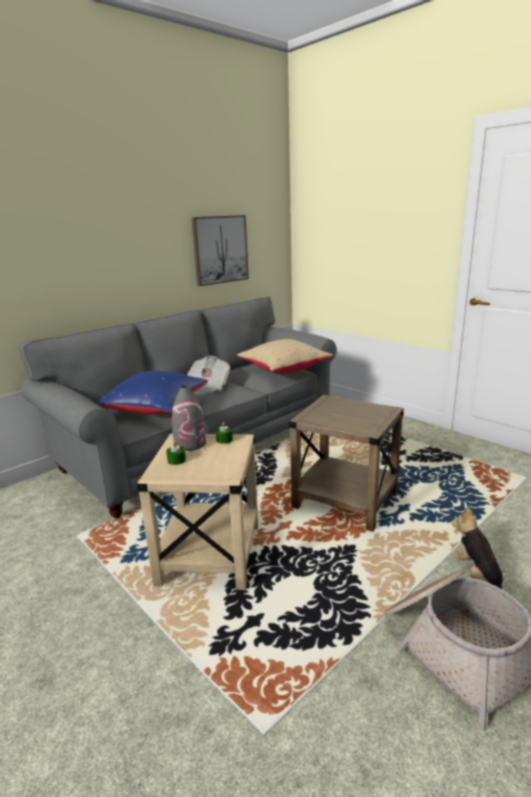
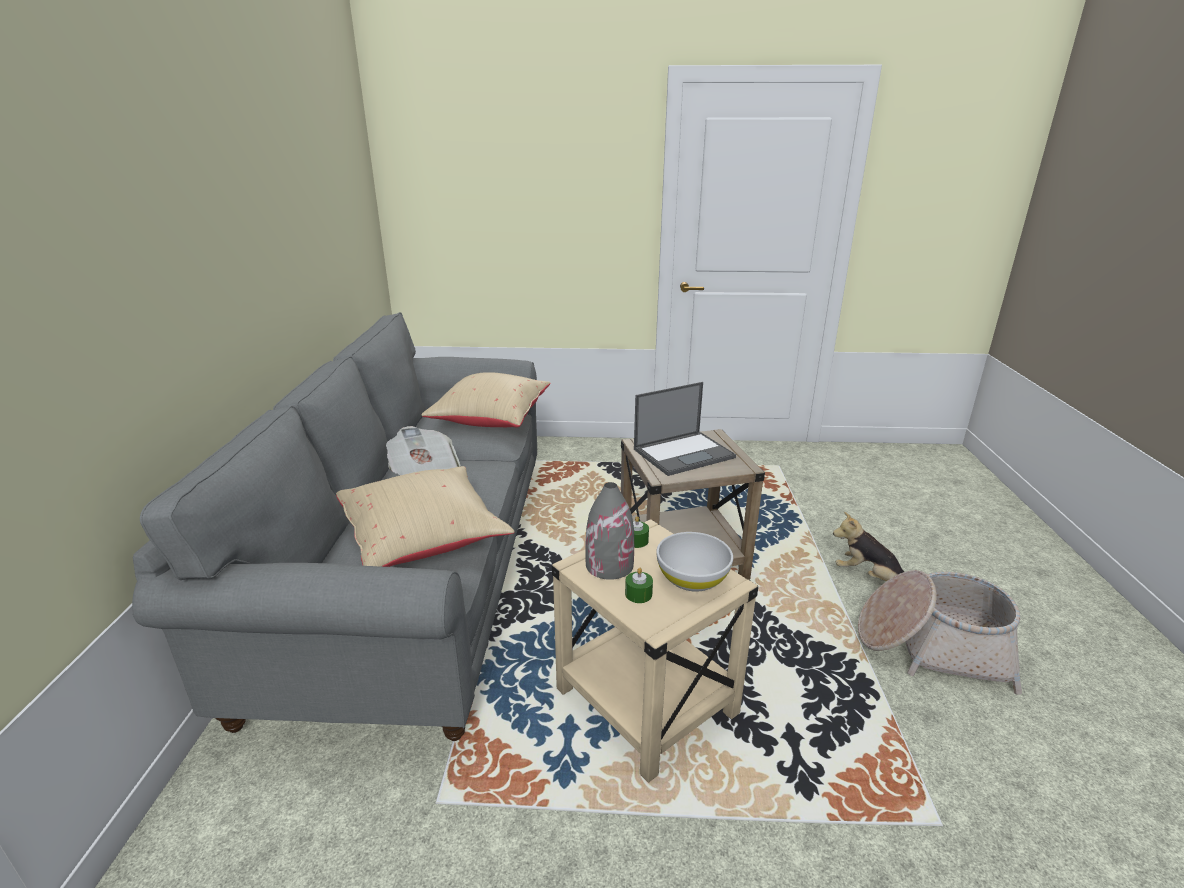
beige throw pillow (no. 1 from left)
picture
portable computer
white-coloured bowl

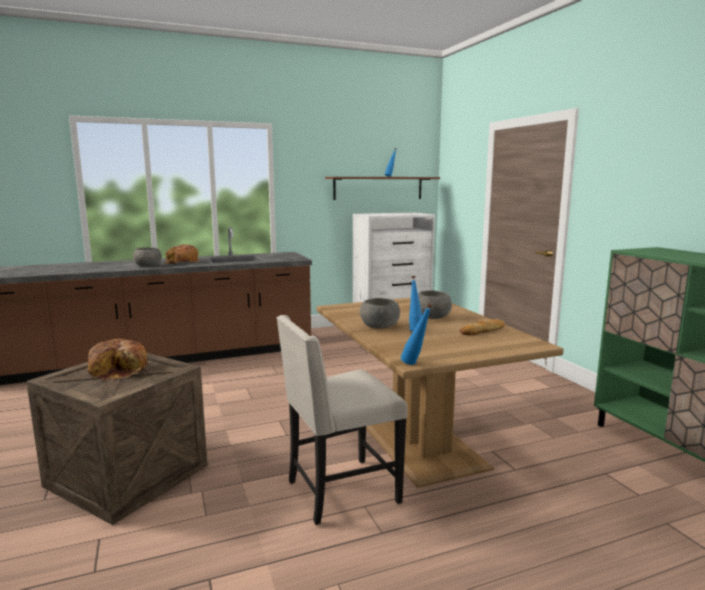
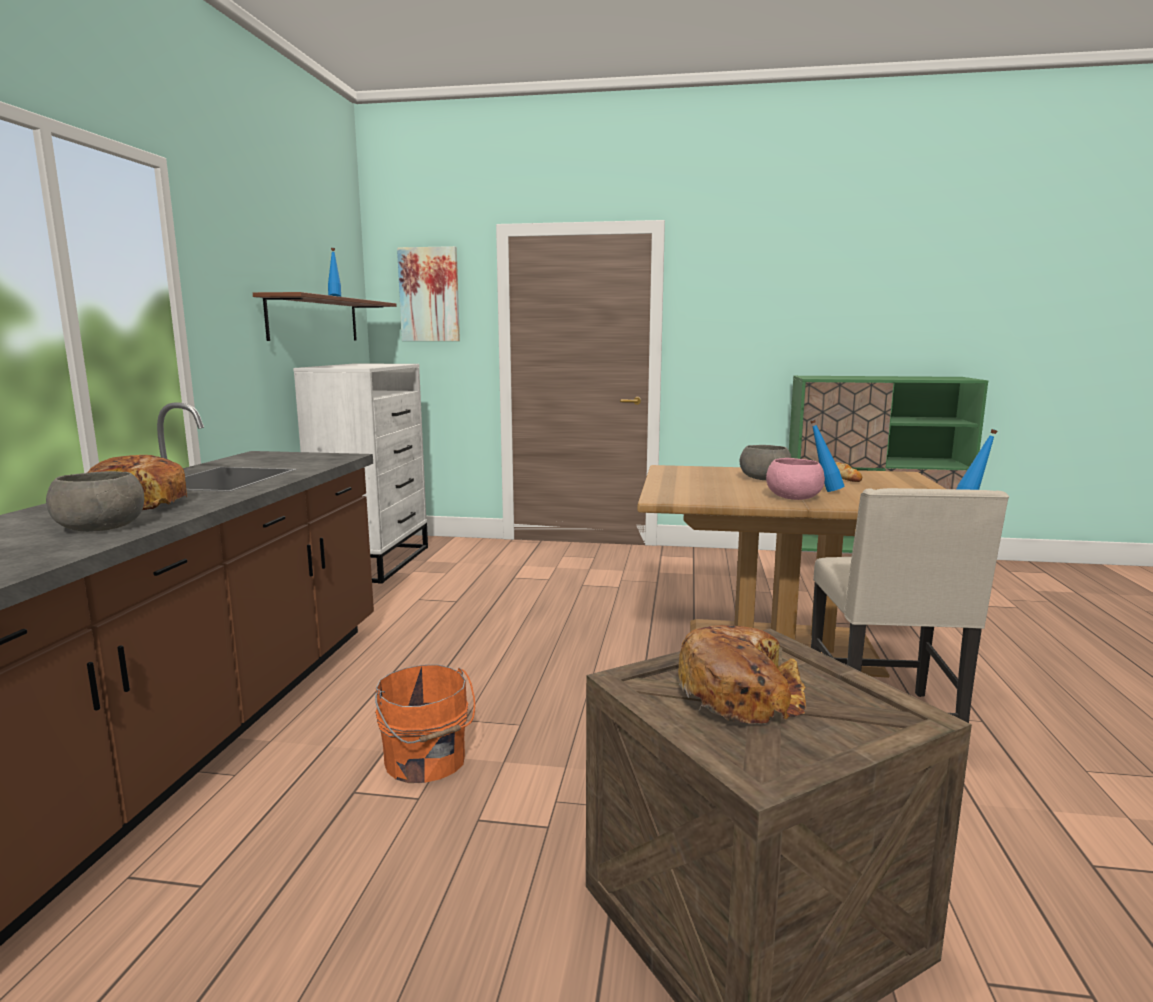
pink bowl
orangey water bucket
picture

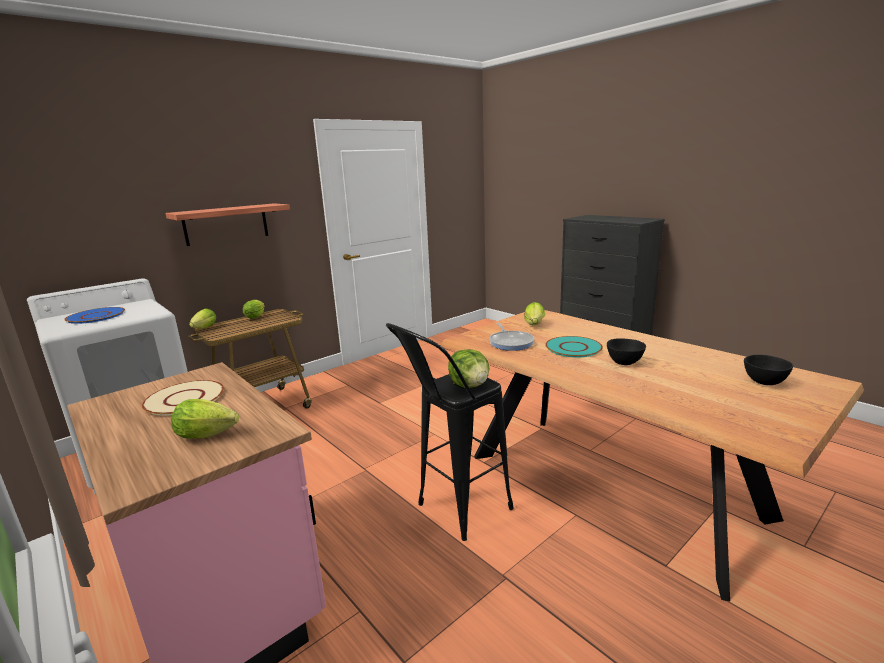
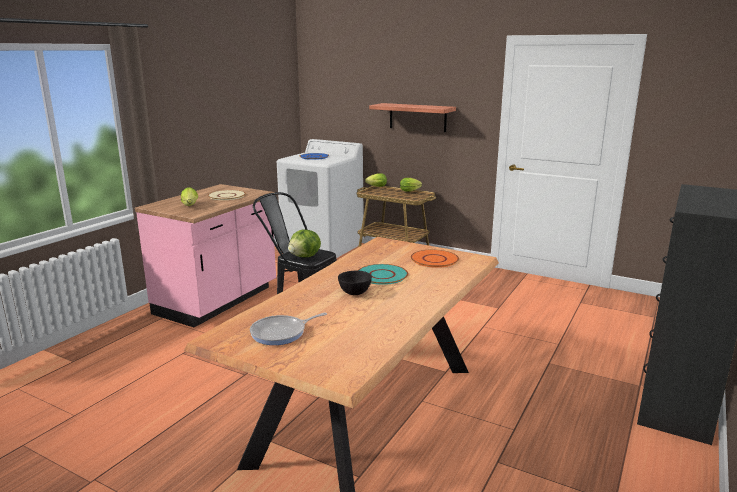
pan
orangey dinner plate
black-coloured bowl (no. 2 from left in the first image)

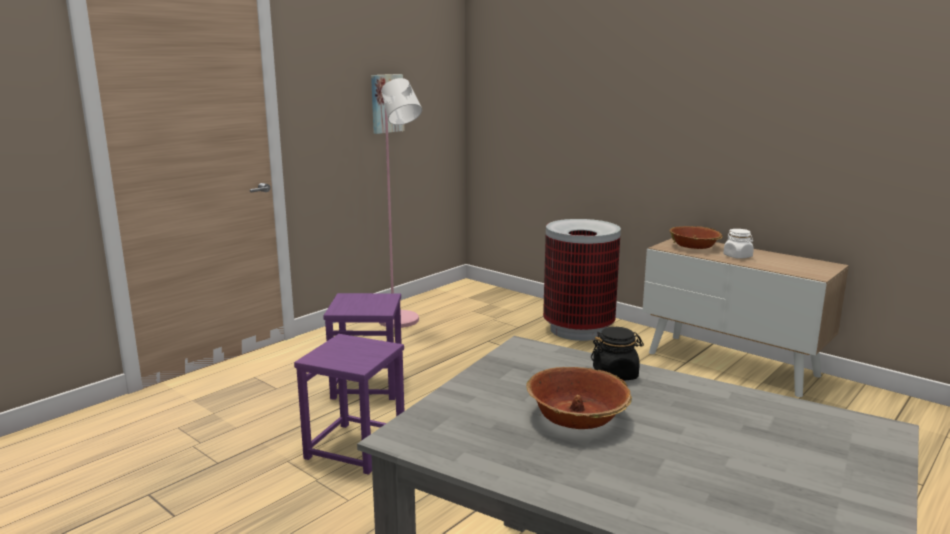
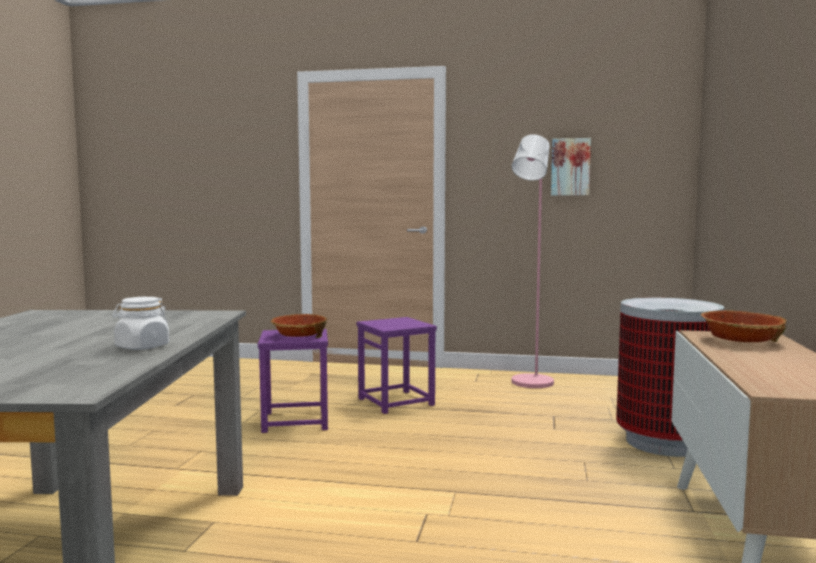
bowl (no. 1 from left)
black-coloured jar
white-coloured jar

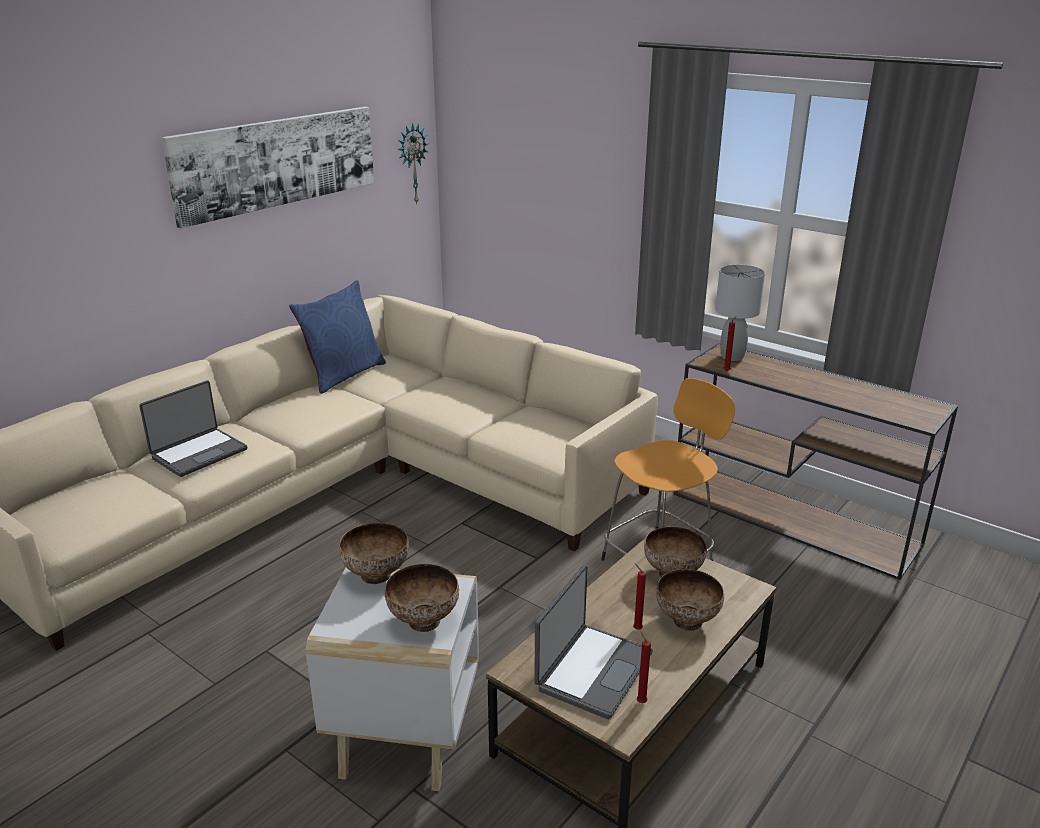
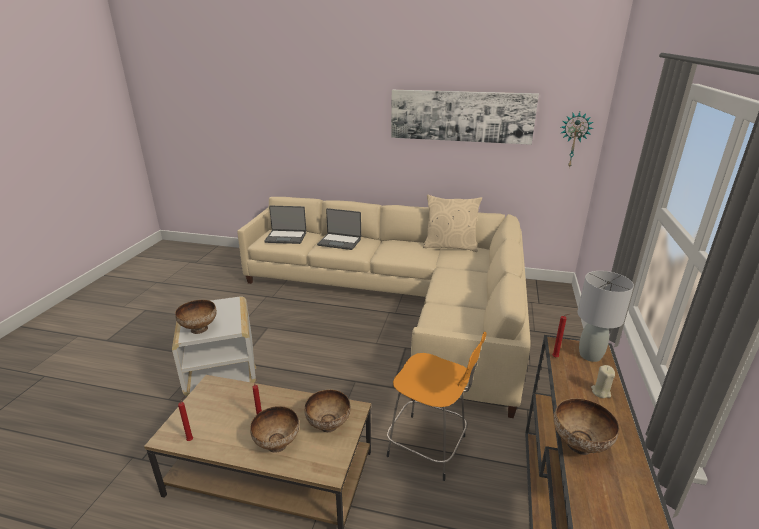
beige throw pillow
bowl (no. 4 from left)
portable computer (no. 1 from left)
beige wax candle

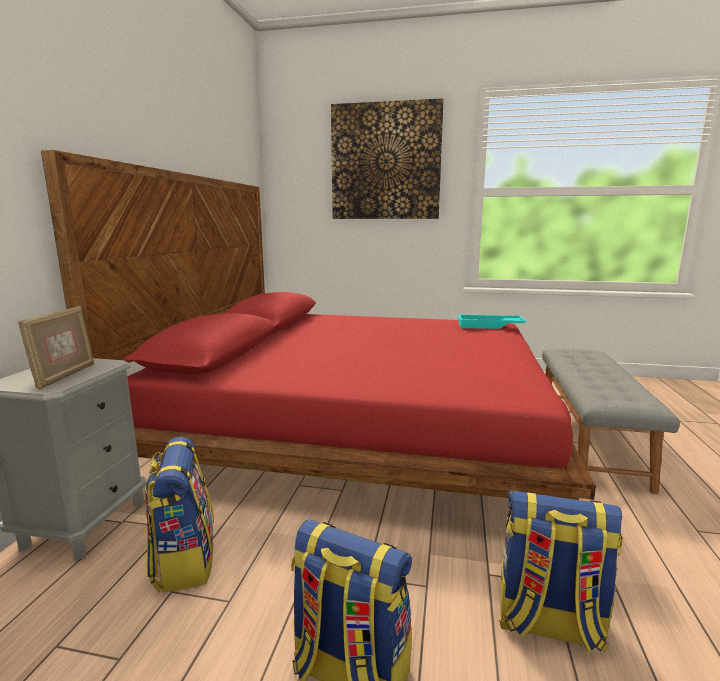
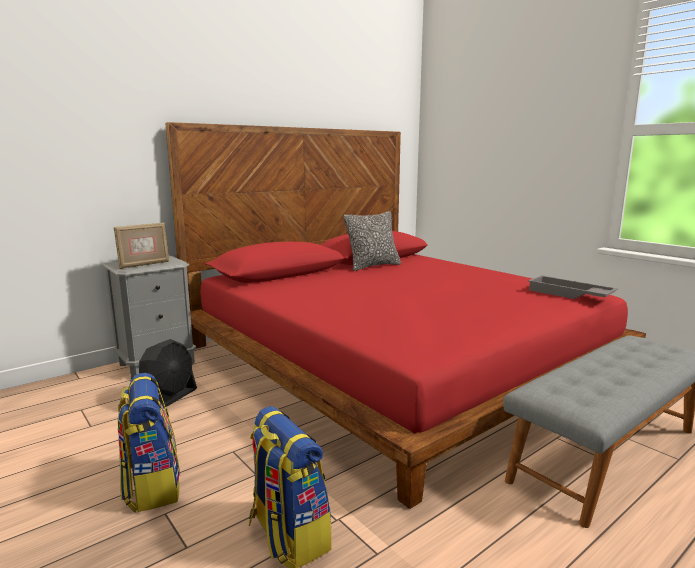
black-coloured cooling fan
picture
grey serving tray
throw pillow

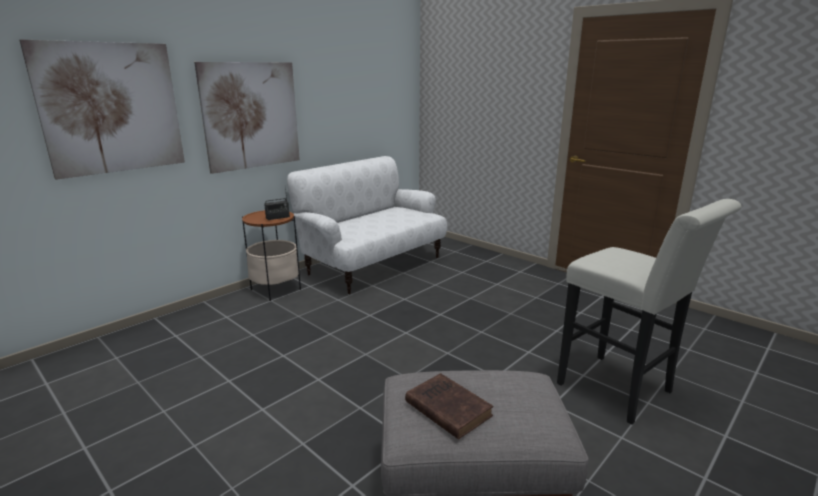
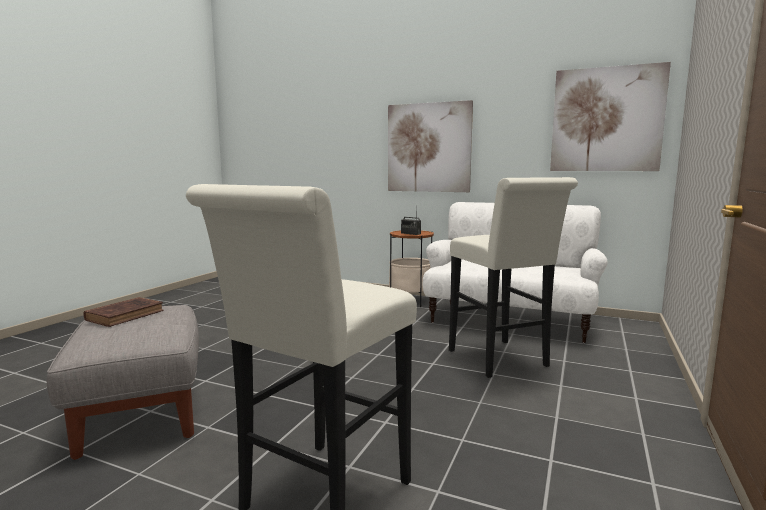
picture (no. 2 from left)
white-coloured sitting stool (no. 2 from left)

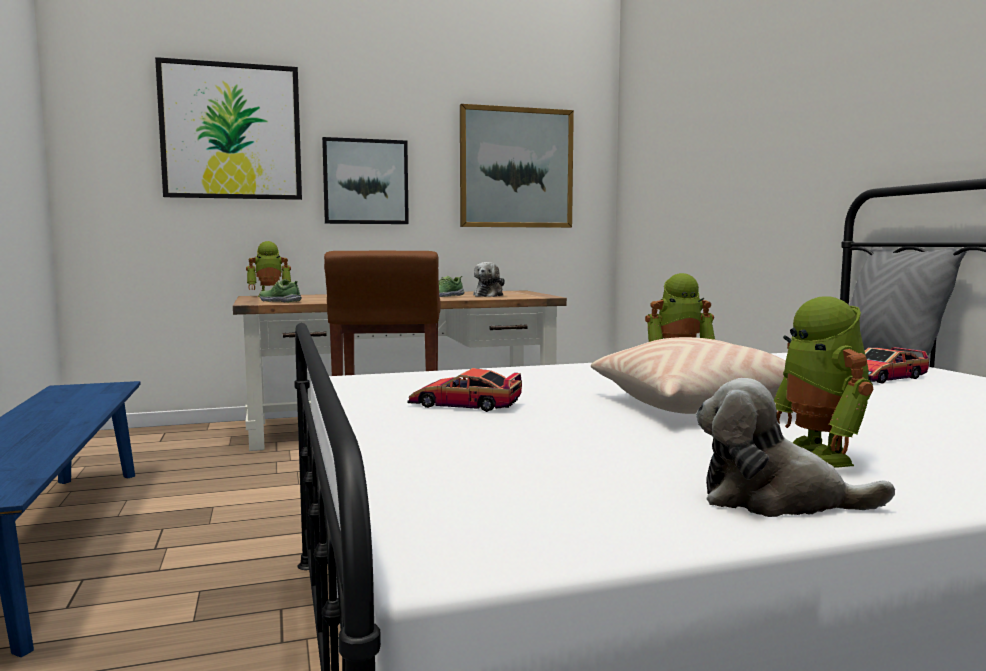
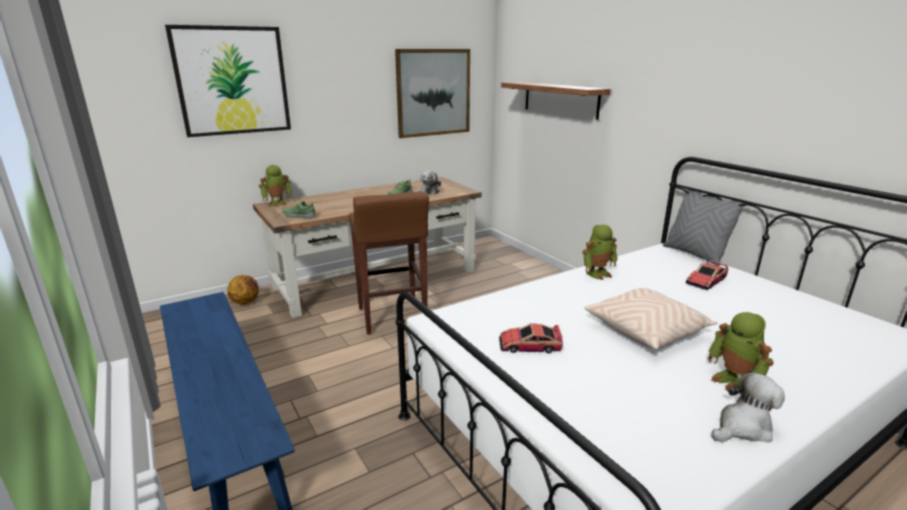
picture (no. 2 from left in the first image)
cuddly toy (no. 2 from left)
ball for basketball
bracket shelf

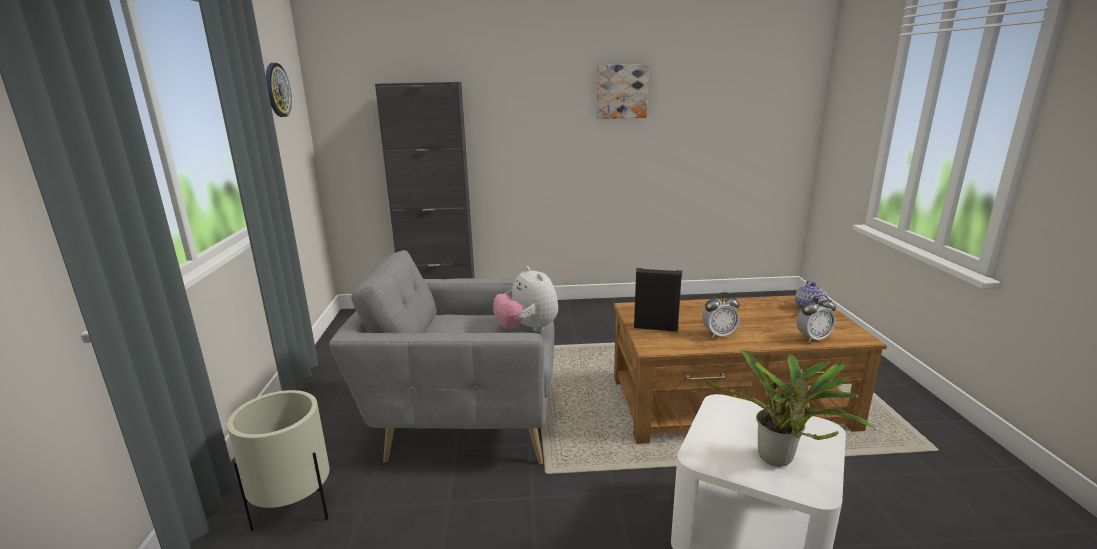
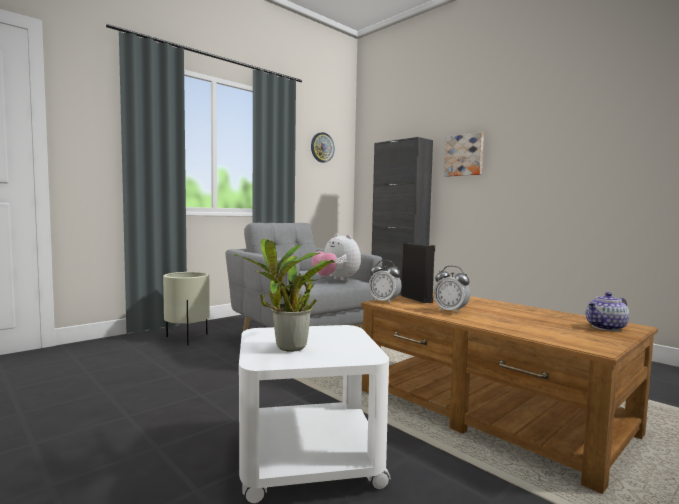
cuddly toy
picture
alarm clock (no. 1 from left)

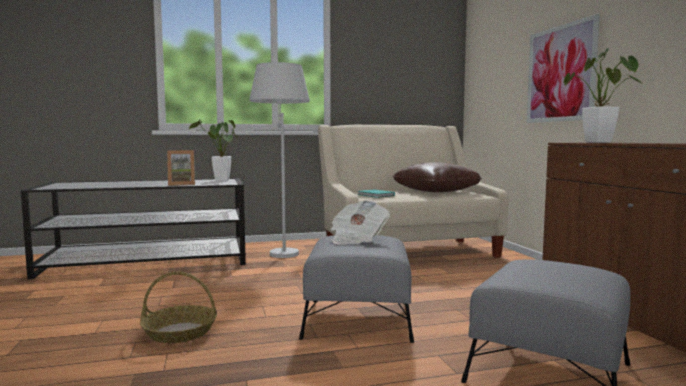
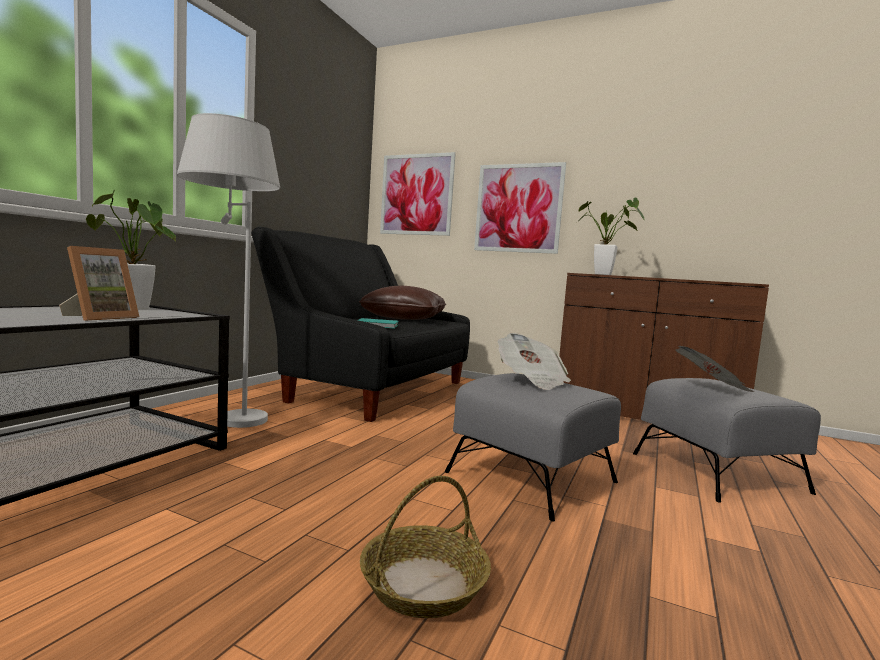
black-coloured sofa
picture (no. 1 from left)
newspaper (no. 2 from left)

